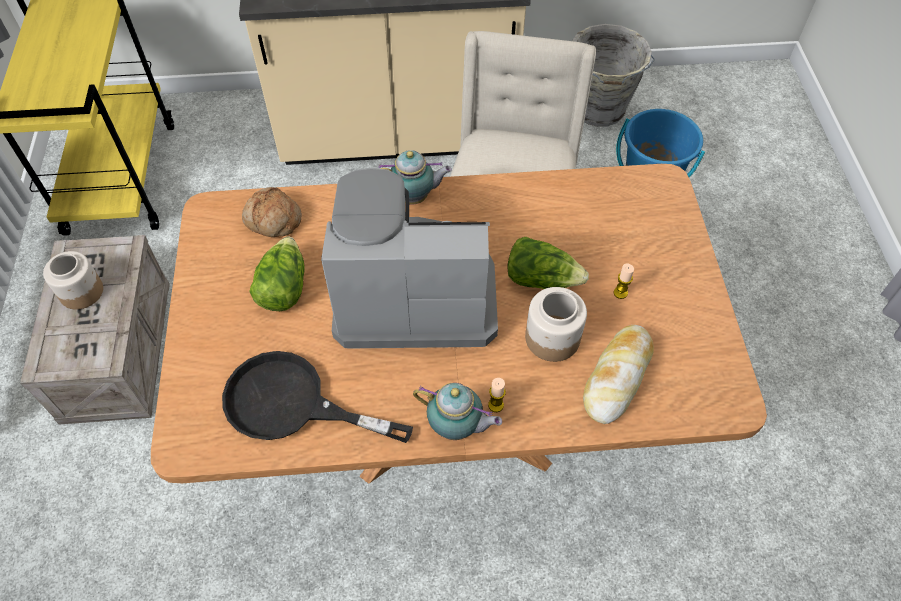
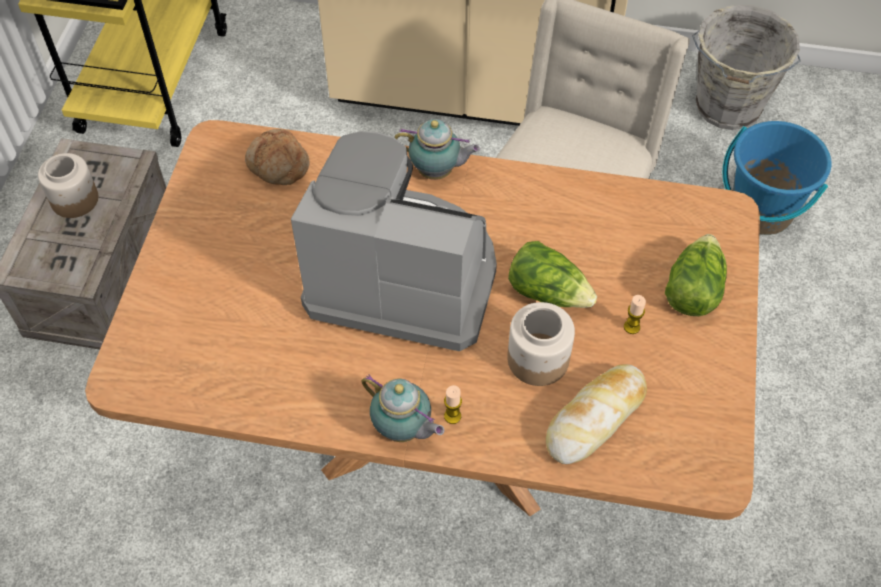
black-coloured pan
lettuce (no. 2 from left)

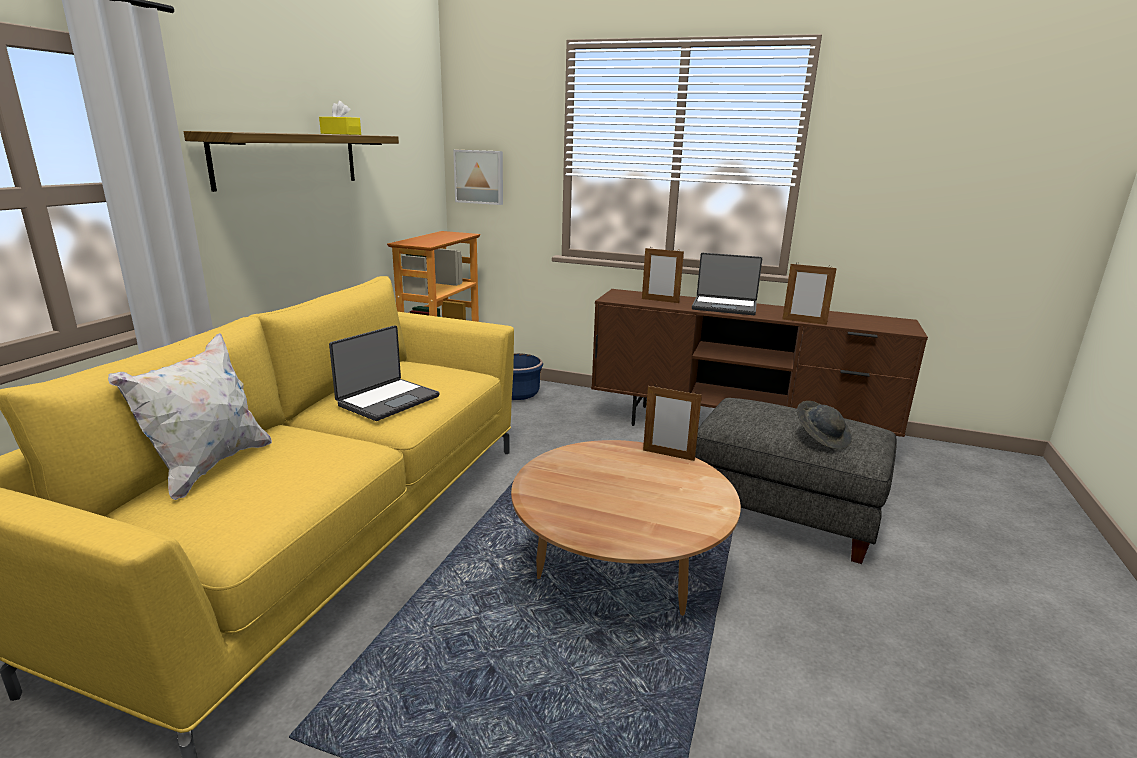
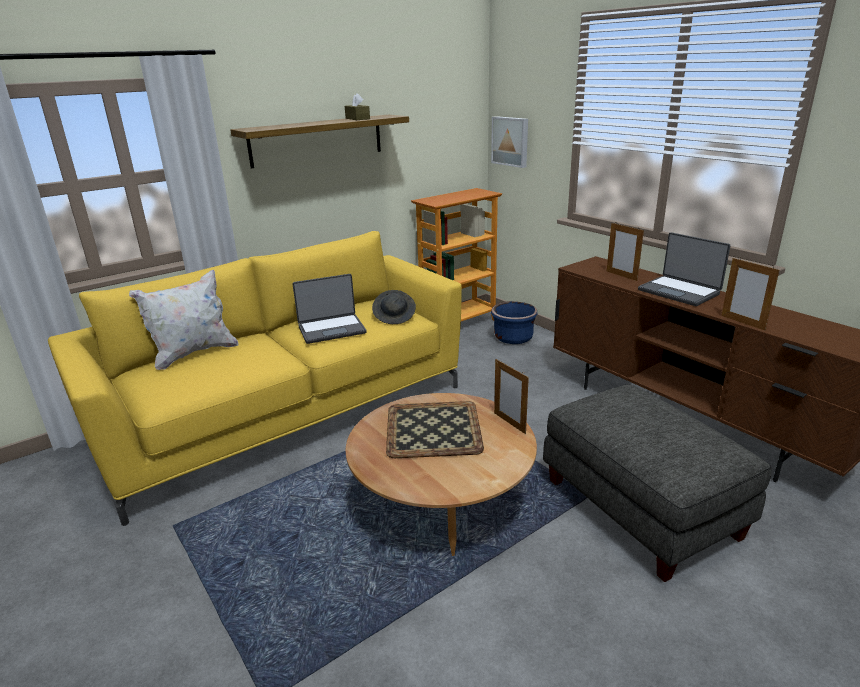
brownish tissue holder
grey wearable hat
serving tray

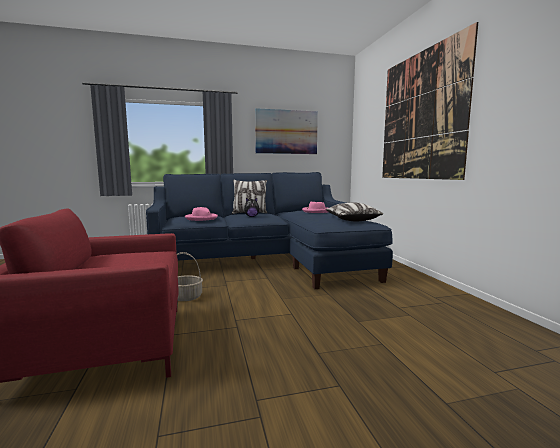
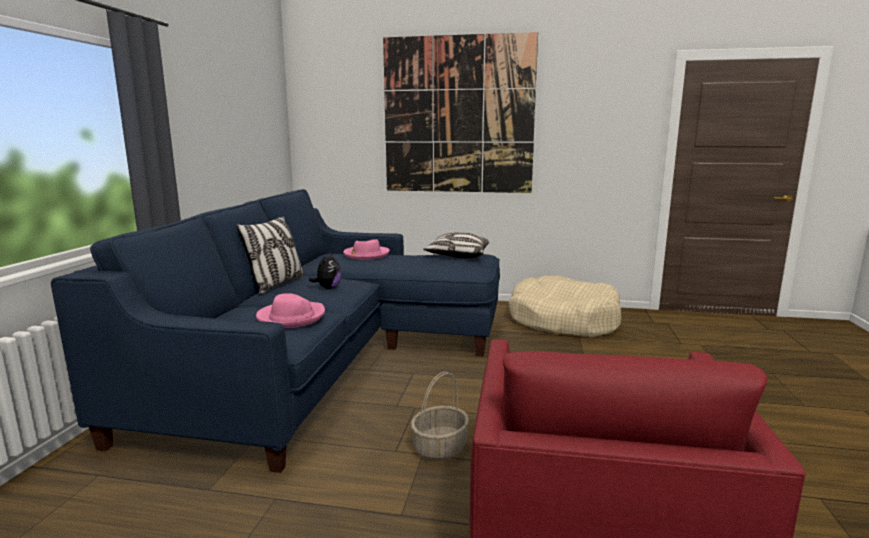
picture (no. 1 from left in the first image)
beige dog bed

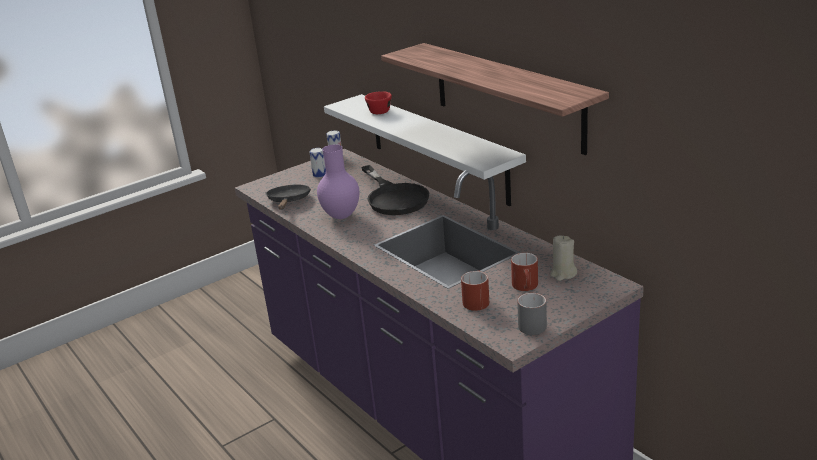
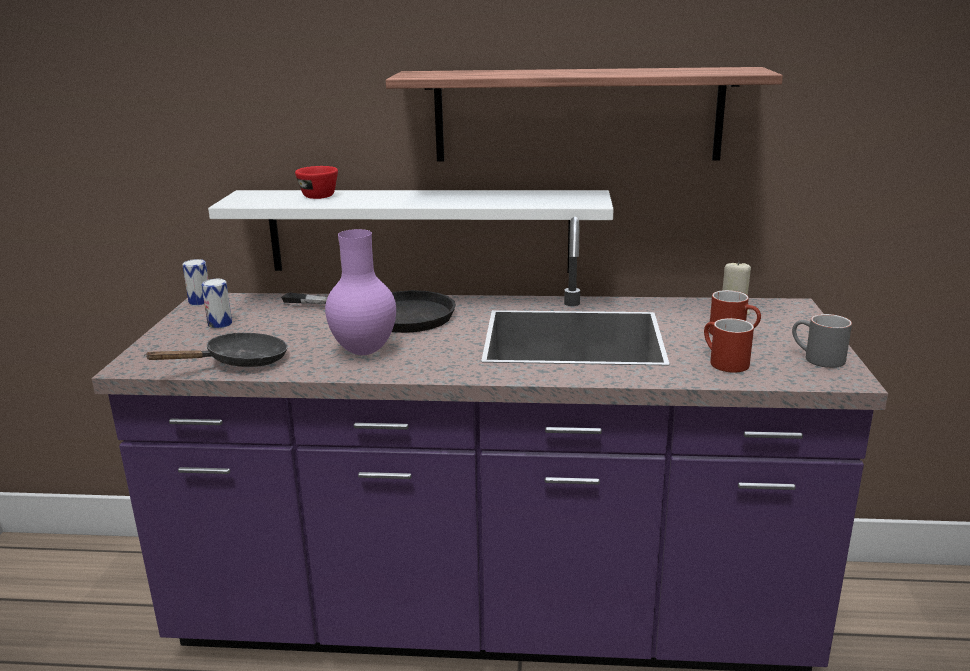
black-coloured pan (no. 1 from left)

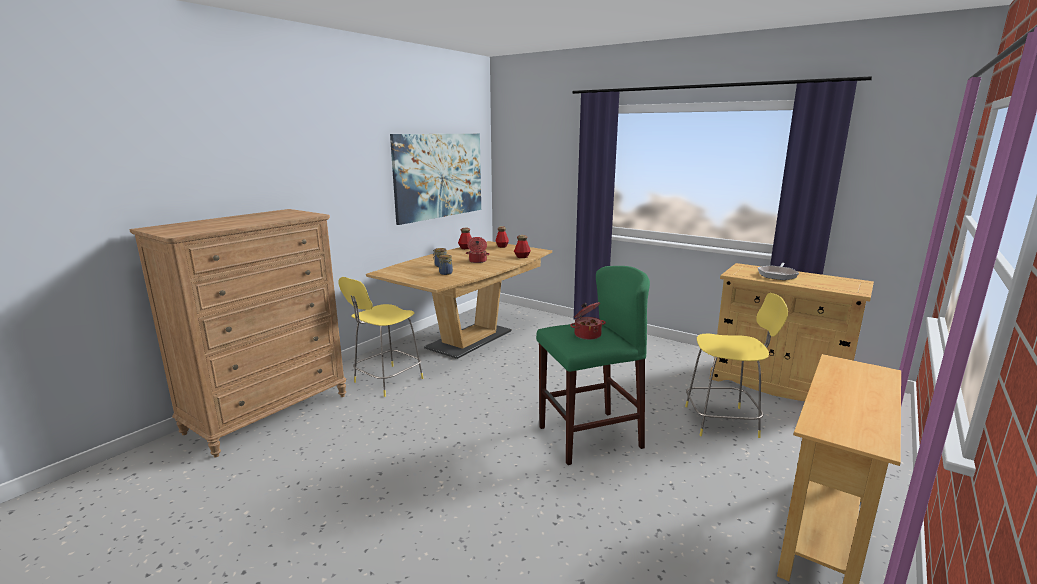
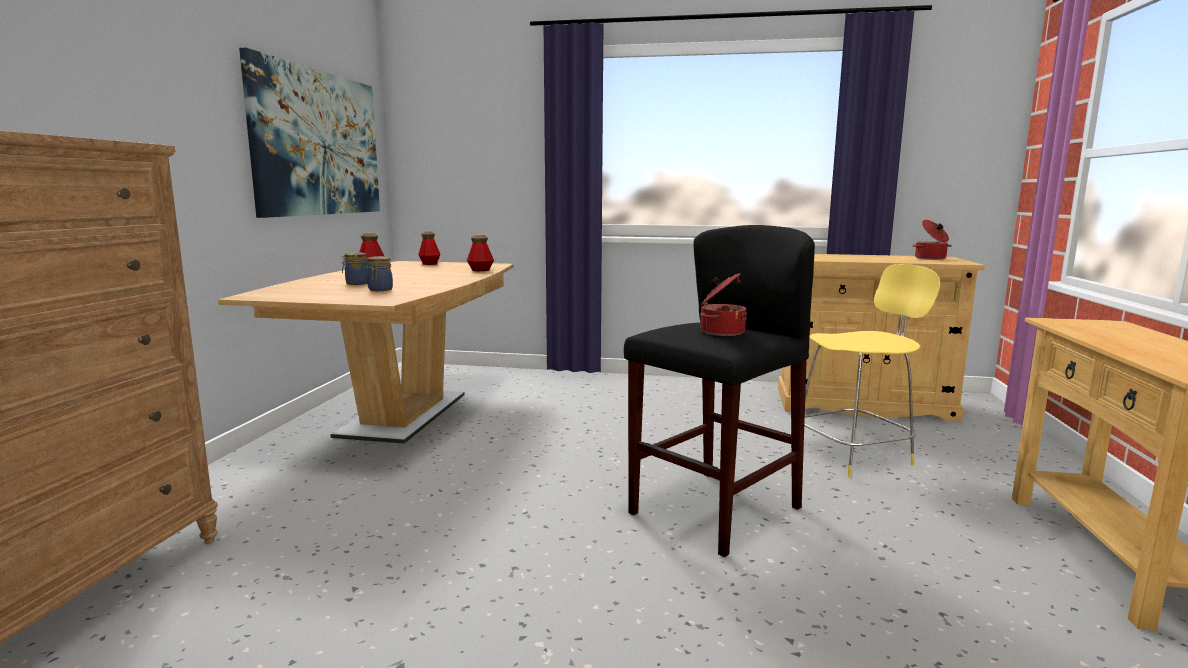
yellowish sitting stool (no. 1 from left in the first image)
stockpot (no. 2 from left)
black-coloured sitting stool
pan

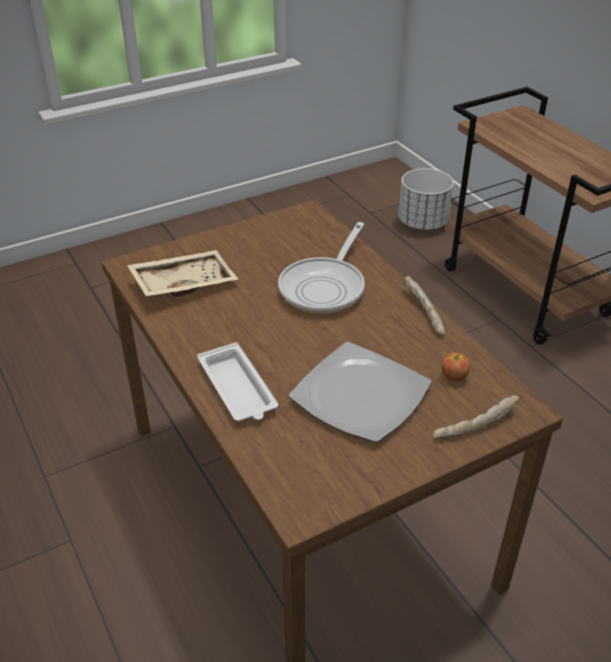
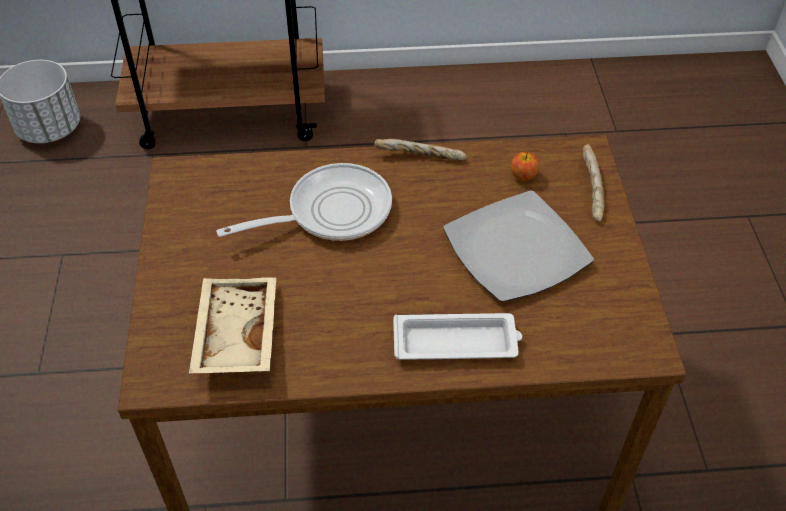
pan

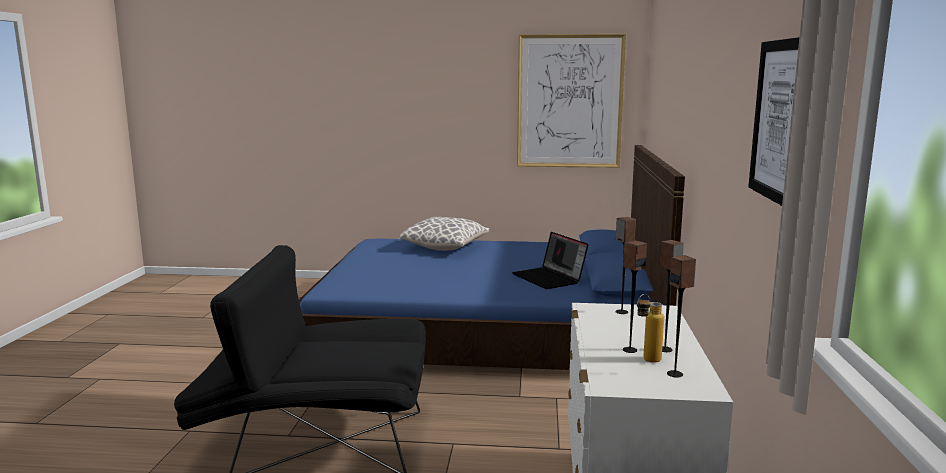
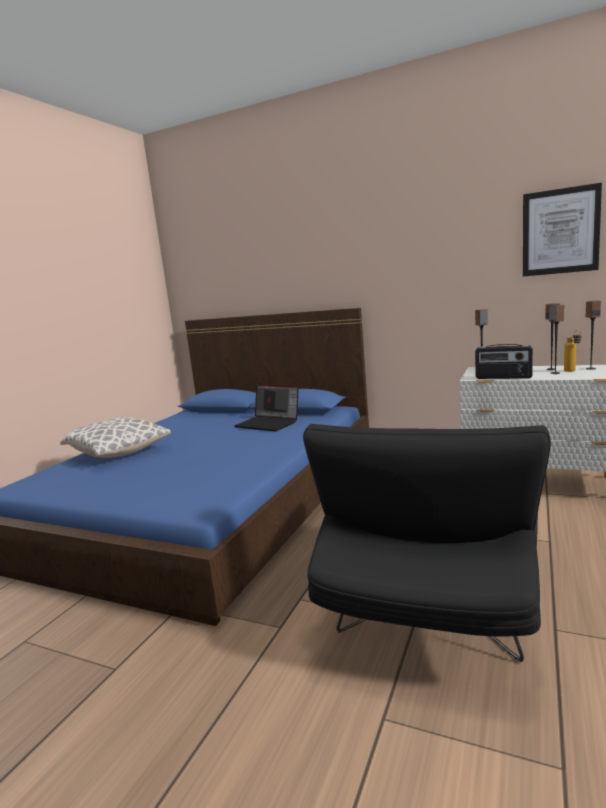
portable computer
picture (no. 1 from left in the first image)
radio receiver

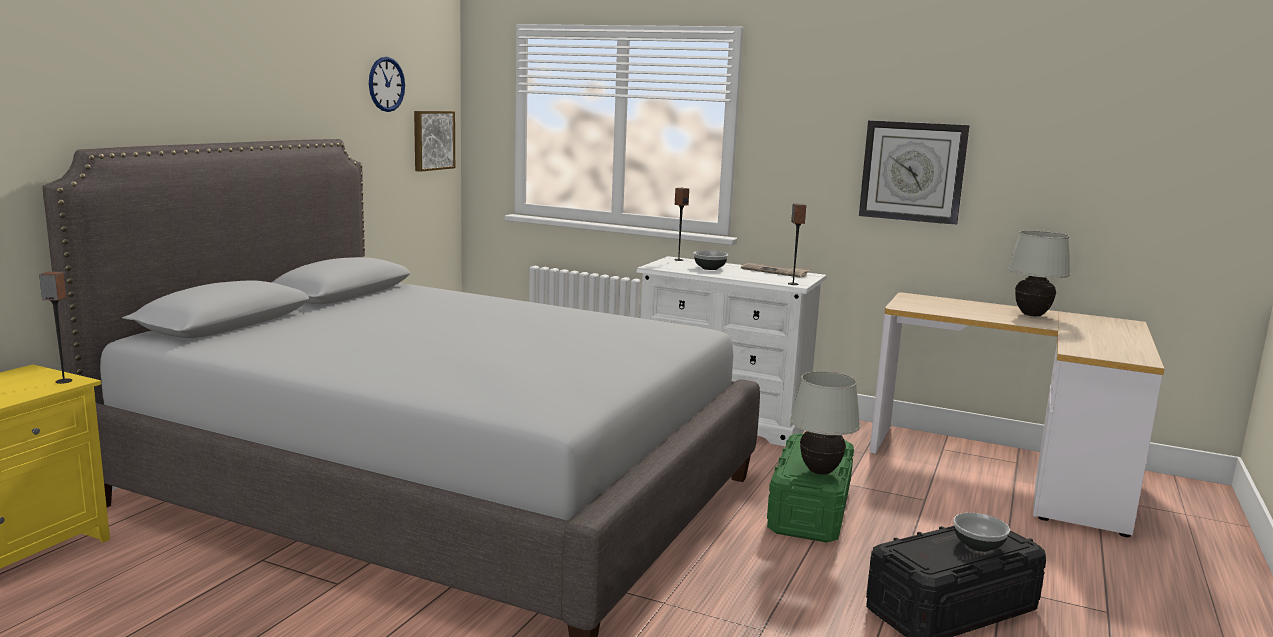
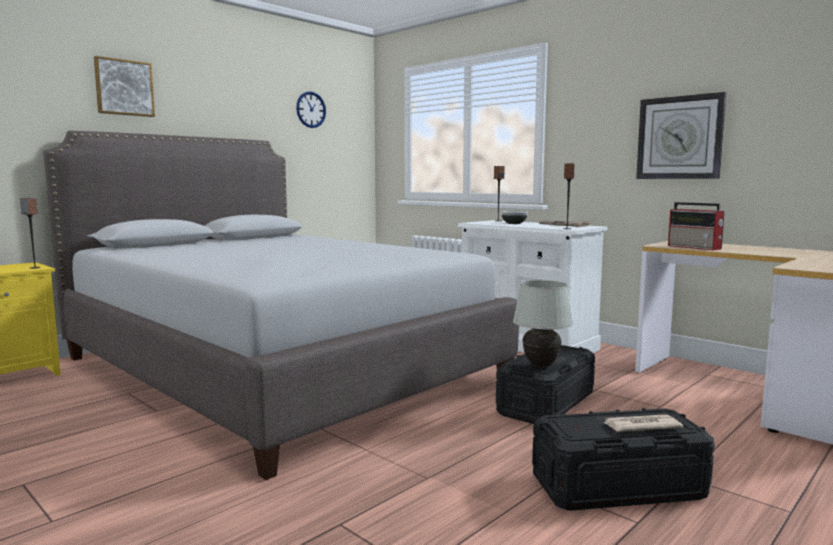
picture
black-coloured storage box (no. 1 from left)
newspaper (no. 2 from left)
white-coloured table lamp (no. 2 from left in the first image)
radio receiver

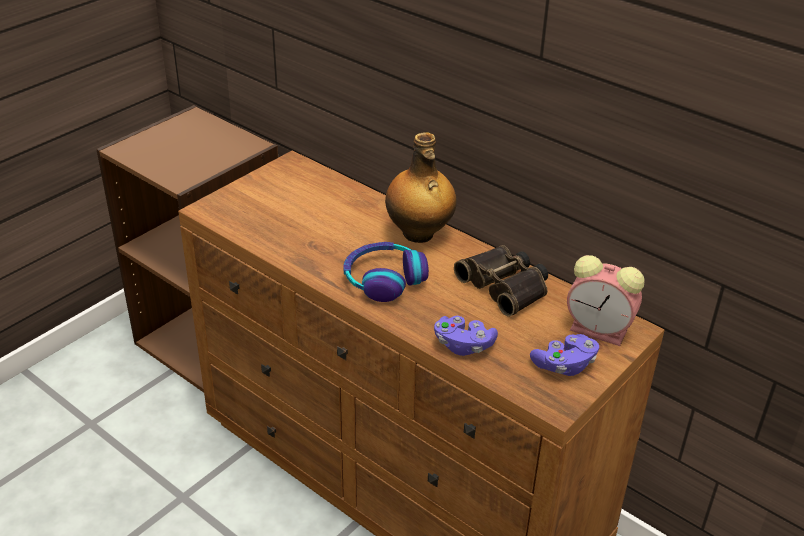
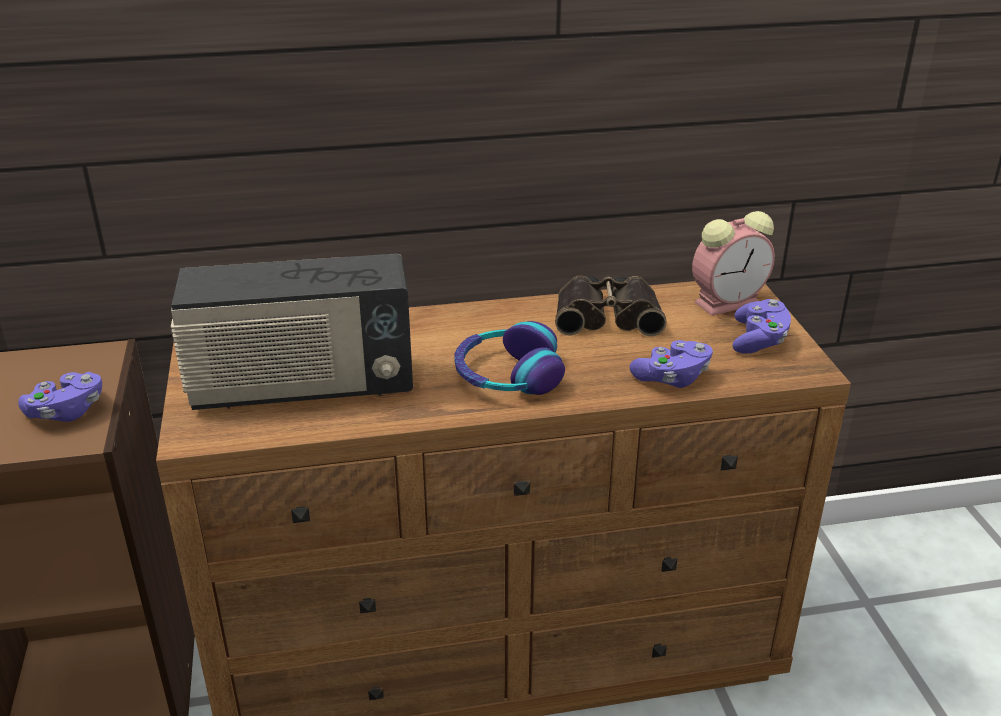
beverage bottle
purple-coloured gamepad (no. 1 from left)
radio receiver

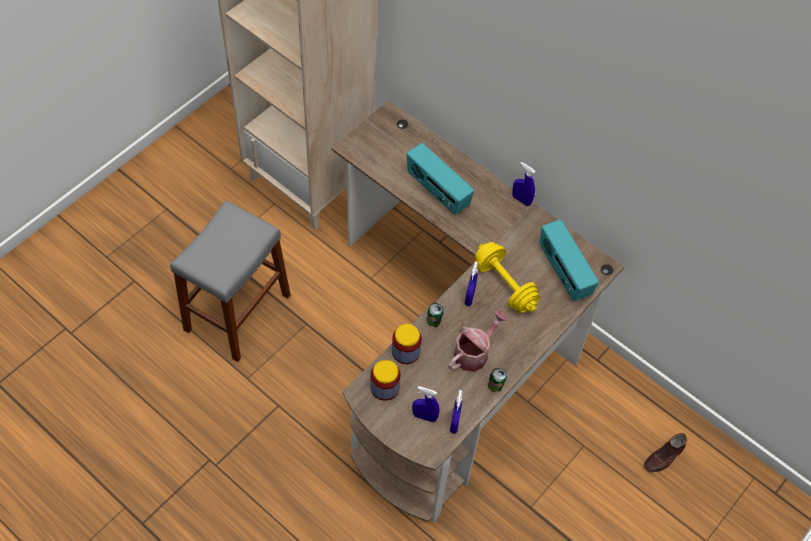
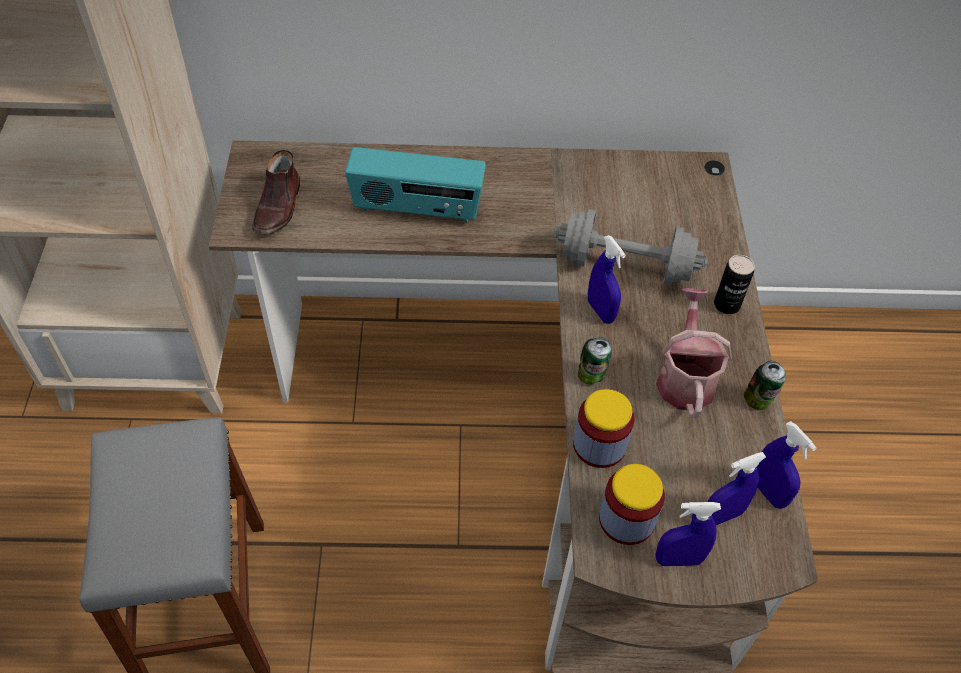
grey hand weight
bluish hand sprayer (no. 2 from left)
radio receiver (no. 2 from left in the first image)
brownish item of footwear
can (no. 2 from left)

